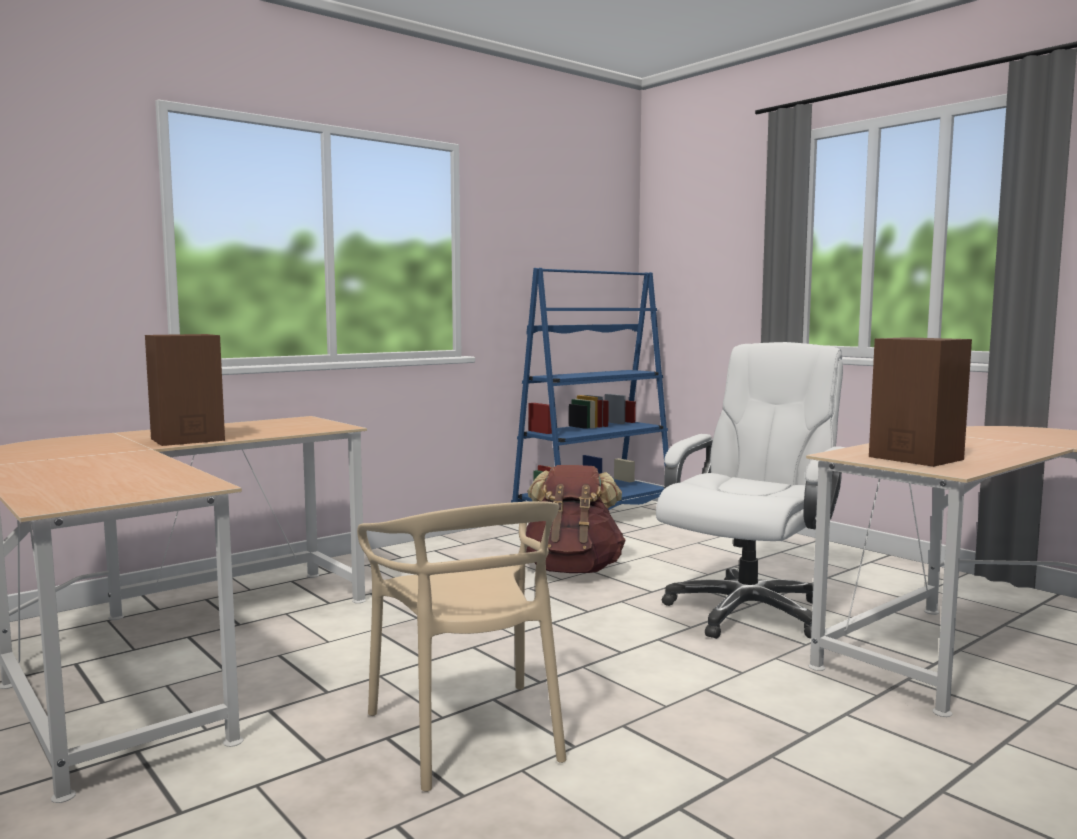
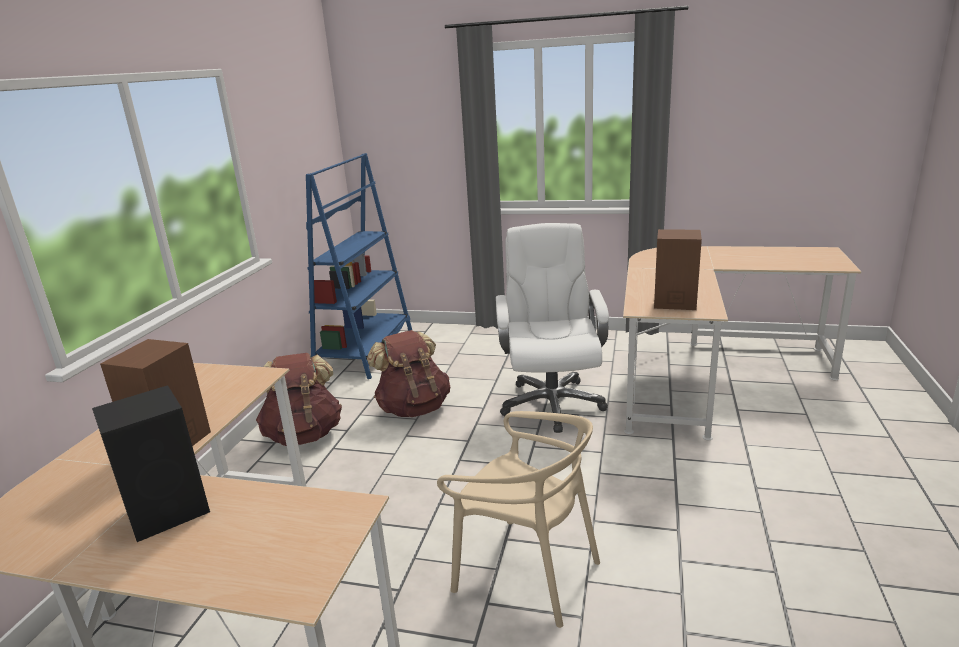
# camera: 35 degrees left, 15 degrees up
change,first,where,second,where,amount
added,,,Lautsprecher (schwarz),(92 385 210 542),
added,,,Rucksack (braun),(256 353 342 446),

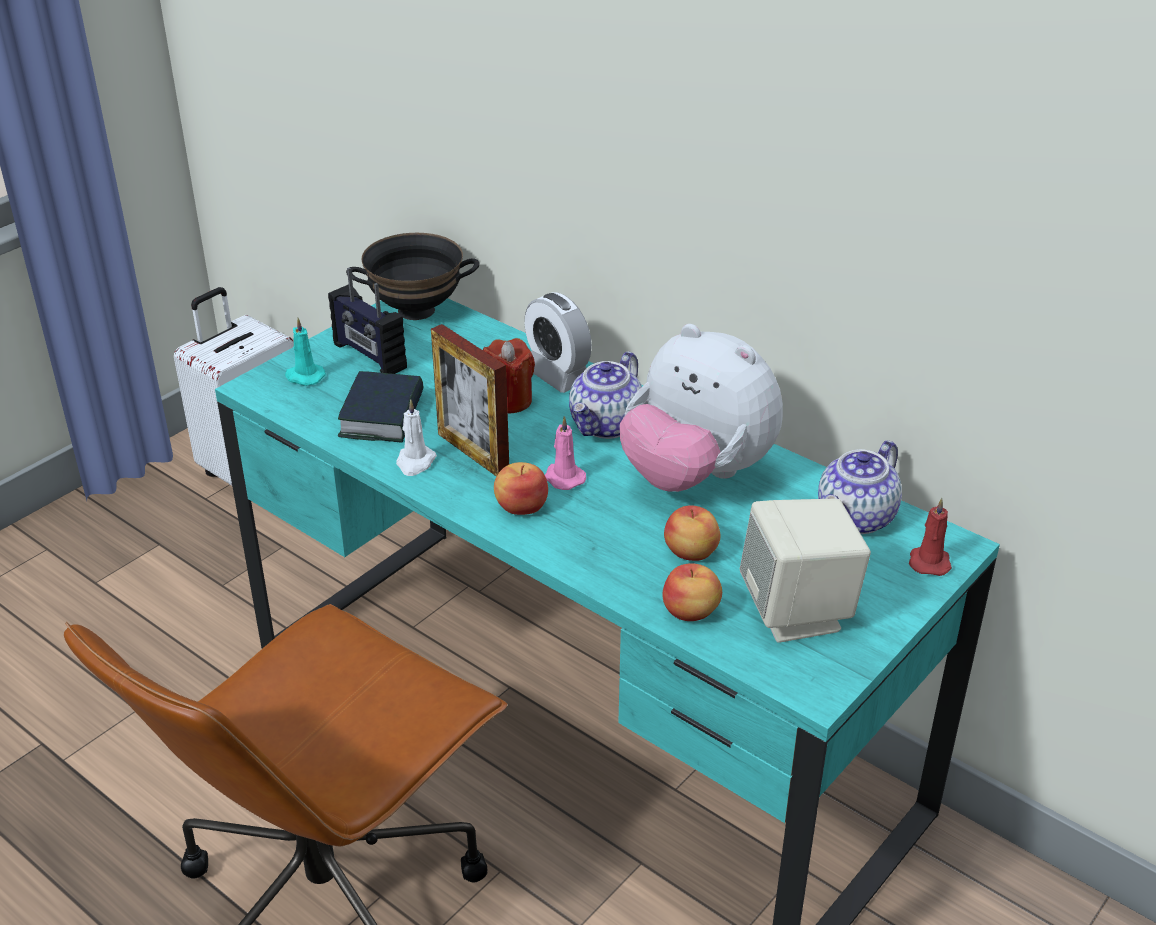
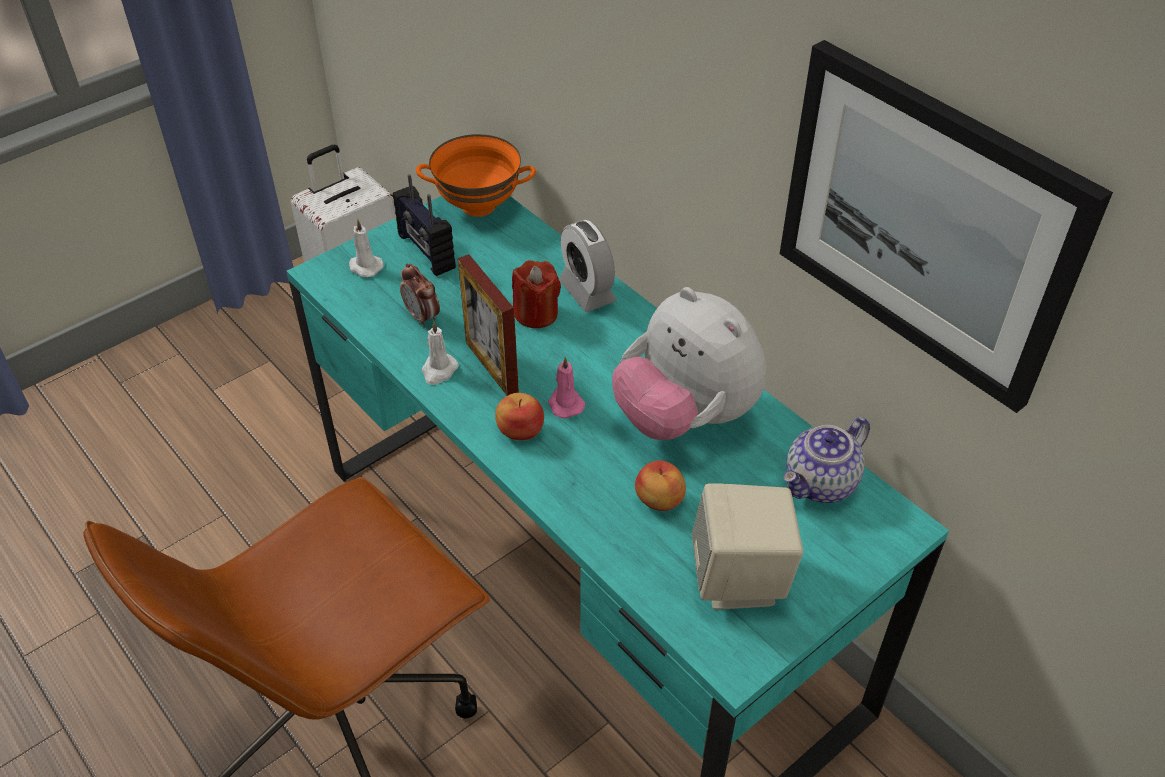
# camera: 10 degrees right, 10 degrees up
change,first,where,second,where,amount
removed,Teekanne,(569 351 642 439),,,
removed,Apfel,(662 563 722 621),,,
removed,Kerze (rot),(909 498 952 576),,,
added,,,Bild,(780 40 1113 413),
replaced,Buch,(338 371 423 443),Wecker,(400 263 440 327),
recoloured,Kerze (türkis),(285 318 326 386),Kerze (weiß),(349 219 384 277),
recoloured,Schüssel (schwarz),(346 233 479 320),Schüssel (orange),(416 134 536 217),

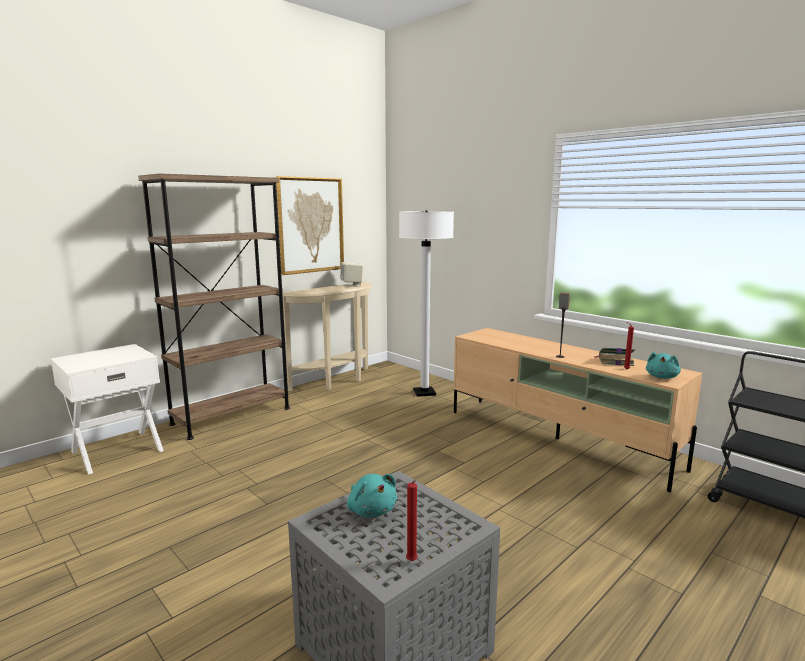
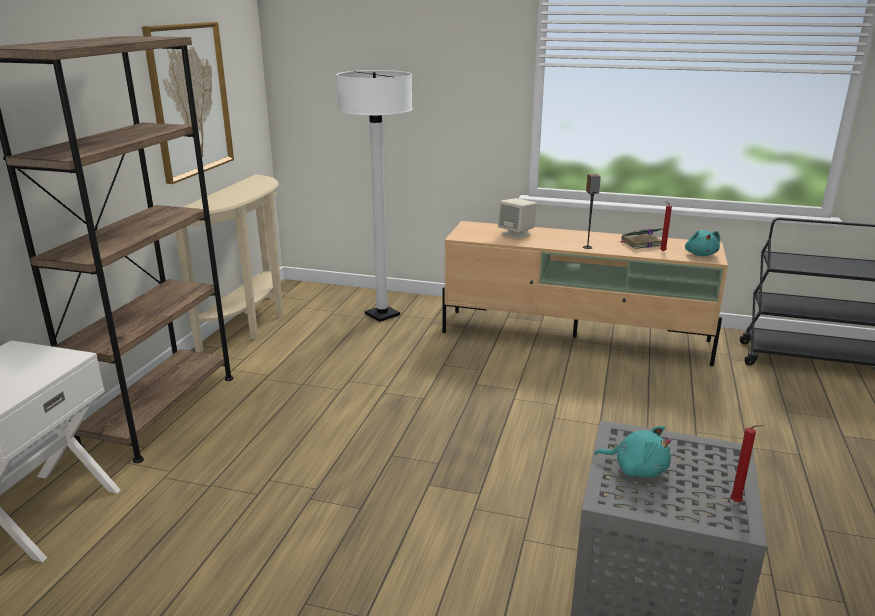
# camera: 30 degrees left, 10 degrees up
change,first,where,second,where,amount
moved,Lautsprecher (beige),(340 262 363 287),,(498 198 537 239),

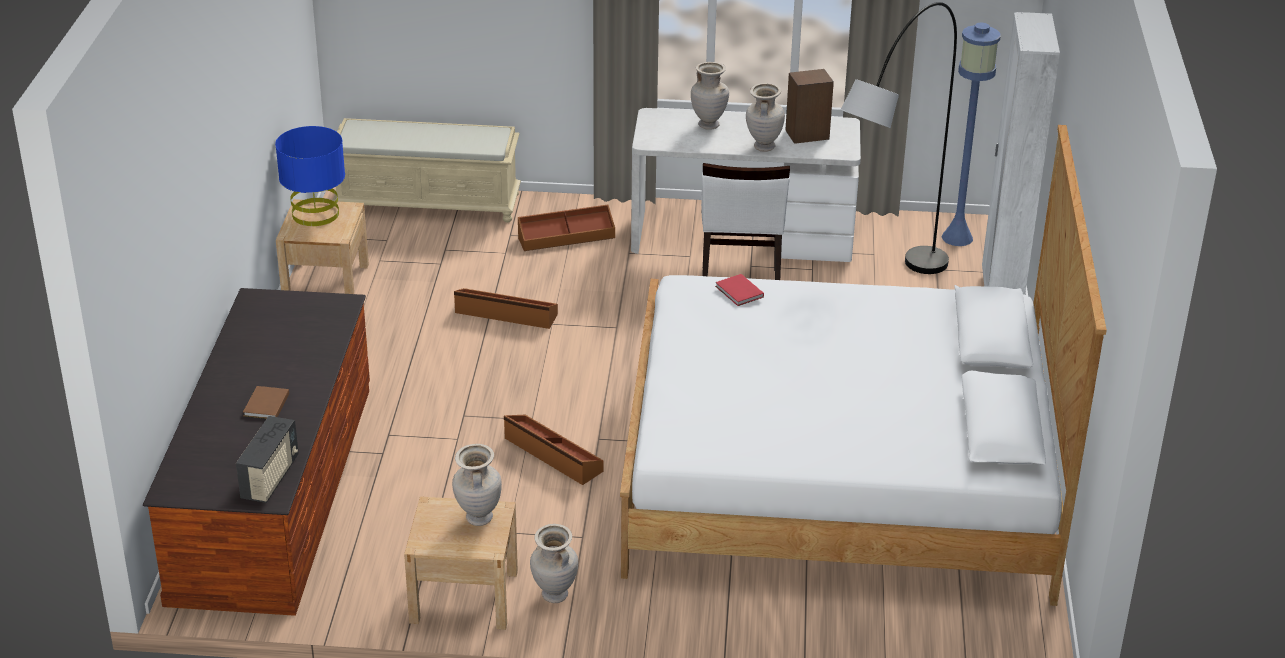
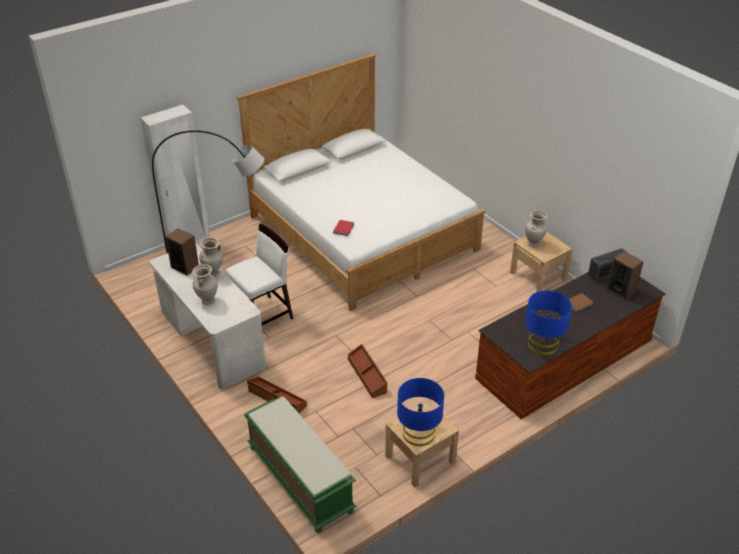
# camera: 130 degrees left, 5 degrees up
change,first,where,second,where,amount
removed,Aufbewahrungsbox (braun),(504 415 603 485),,,
removed,Vase (beige),(530 524 578 603),,,
removed,Stehlampe (blau),(942 23 1001 246),,,
added,,,Tischlampe (blau),(525 291 572 355),
added,,,Lautsprecher,(607 251 644 300),
recoloured,Bank (beige),(332 118 521 222),Bank (grün),(244 396 356 533),

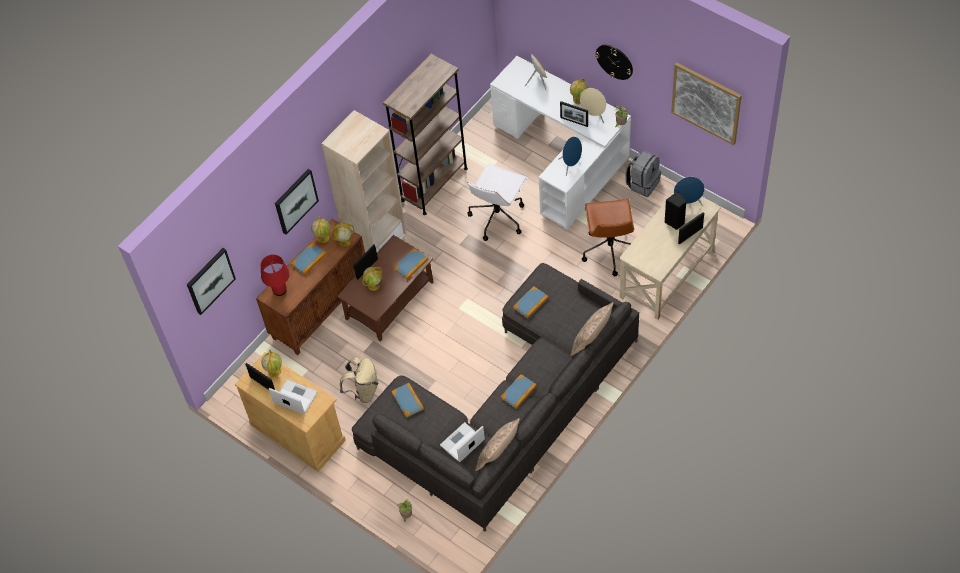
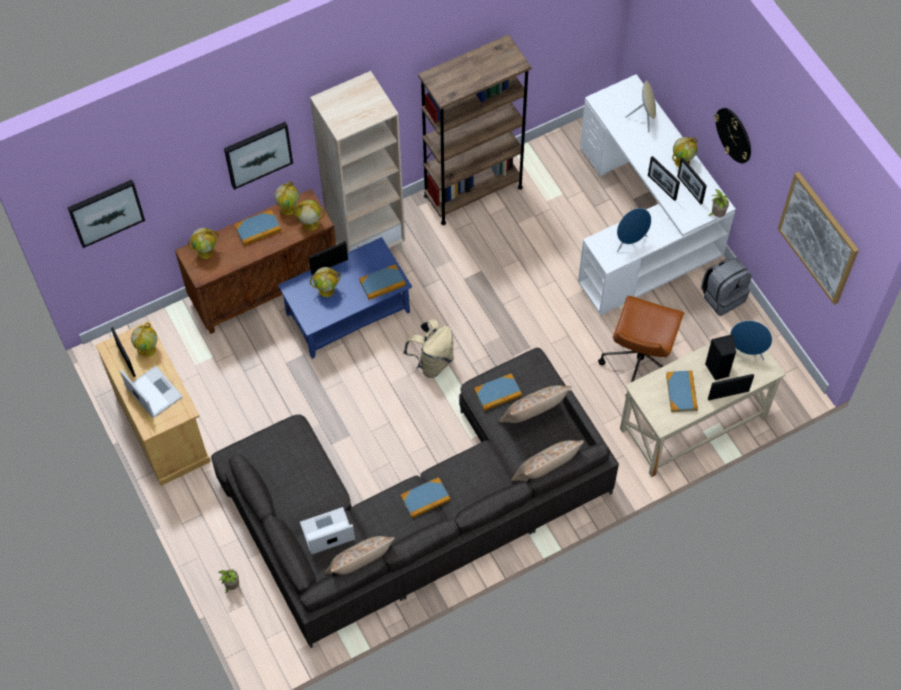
# camera: 20 degrees right, 5 degrees up
change,first,where,second,where,amount
removed,Bürostuhl (weiß),(467 164 527 241),,,
added,,,Kissen (beige),(499 385 572 423),
moved,Rucksack (beige),(340 357 379 403),,(403 319 454 378),
moved,Buch,(392 383 424 418),,(666 370 698 412),
replaced,Tischlampe (rot),(261 254 290 296),Globus,(188 228 218 259),
replaced,Lautsprecher (beige),(580 88 606 123),Bilderrahmen,(677 157 707 204),
recoloured,Couchtisch (braun),(337 235 433 342),Couchtisch (blau),(278 237 412 359),

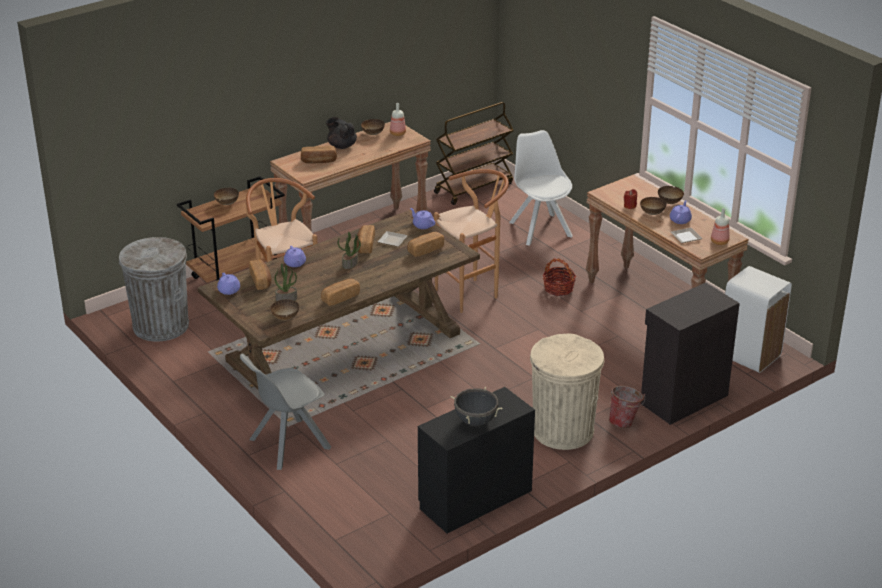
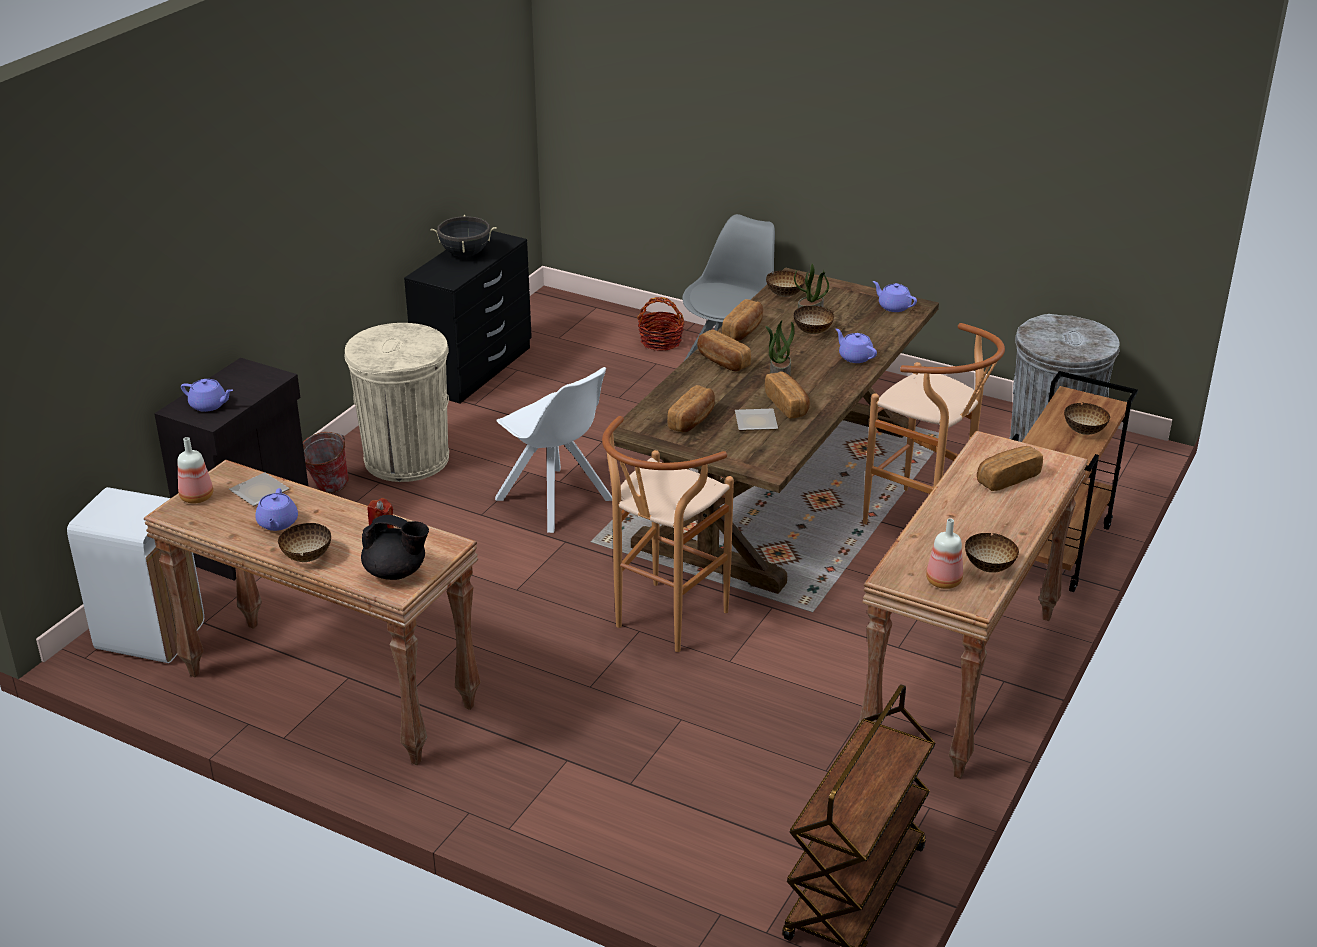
# camera: 155 degrees right, 0 degrees up
change,first,where,second,where,amount
moved,Brot,(249 259 272 290),,(697 330 751 372),
moved,Teekanne (schwarz),(326 117 357 149),,(361 515 429 580),
moved,Teekanne (lila),(410 208 436 229),,(181 379 233 412),
moved,Stuhl (weiß),(509 130 573 245),,(495 367 612 533),
moved,Korb,(542 258 576 296),,(637 297 684 351),
moved,Schüssel,(640 197 667 215),,(794 306 834 334),

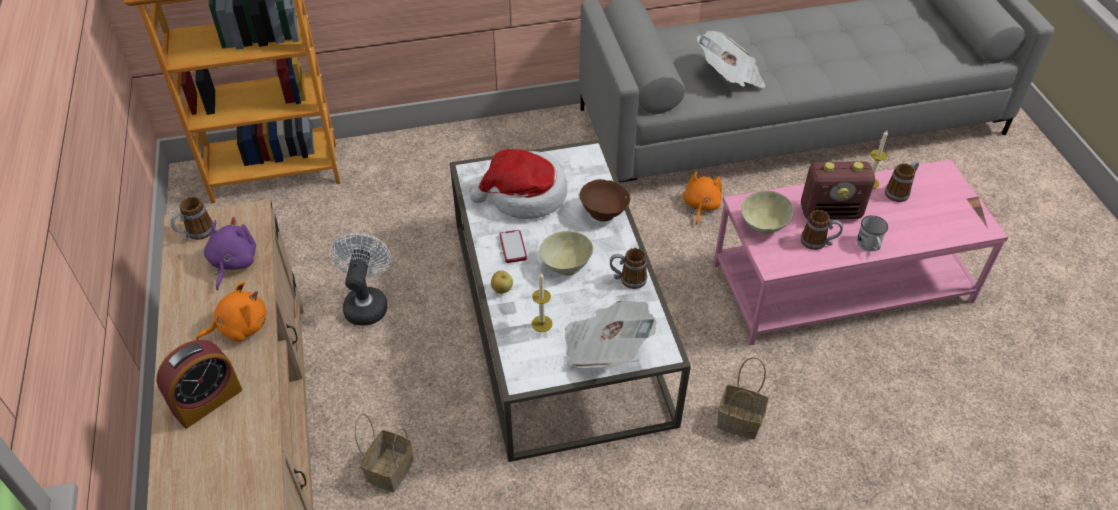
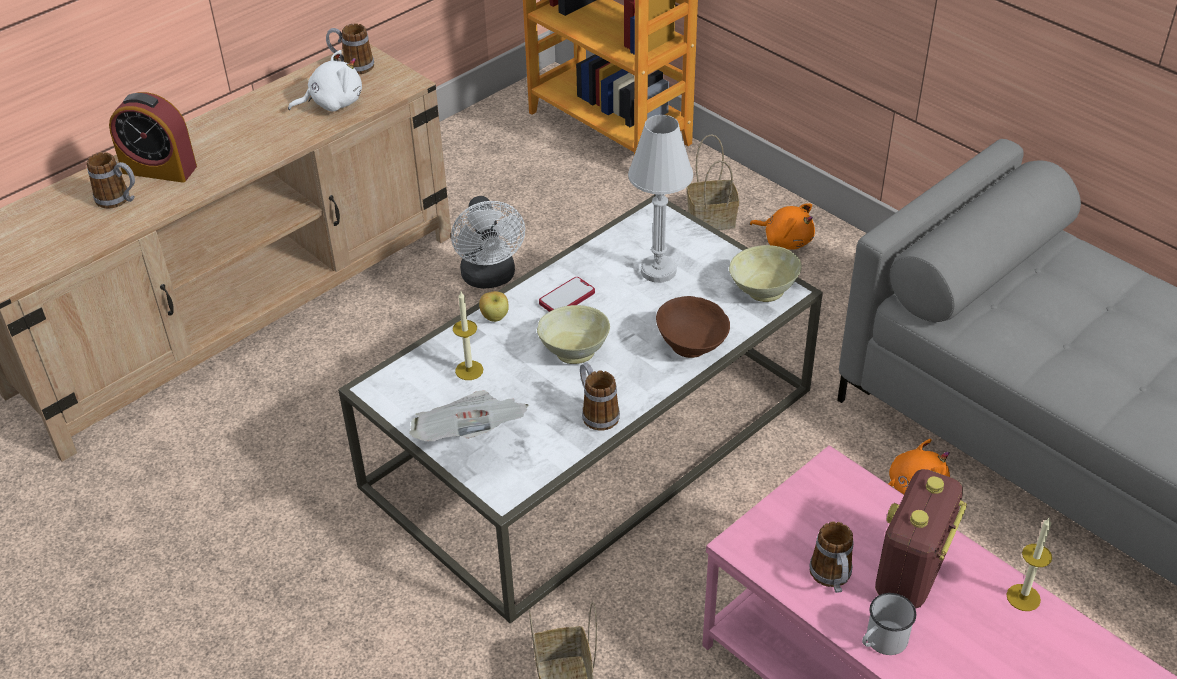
# camera: 60 degrees right, 5 degrees down
change,first,where,second,where,amount
removed,Zeitung,(697 31 766 88),,,
moved,Plüschtier (orange),(196 282 267 342),,(750 204 815 249),
moved,Korb,(355 414 413 492),,(687 134 739 230),
moved,Schüssel (beige),(741 190 793 234),,(729 245 802 302),
moved,Henkelbecher,(885 161 919 202),,(87 152 135 208),
replaced,Hut,(469 149 567 219),Tischlampe (weiß),(628 115 693 283),
recoloured,Plüschtier (lila),(204 217 256 291),Plüschtier (weiß),(288 50 362 112),
turned,Ventilator (weiß),(331 233 391 326),,(451 196 525 289),105 degrees clockwise
turned,Radio,(801 161 875 219),,(875 469 967 609),60 degrees clockwise

